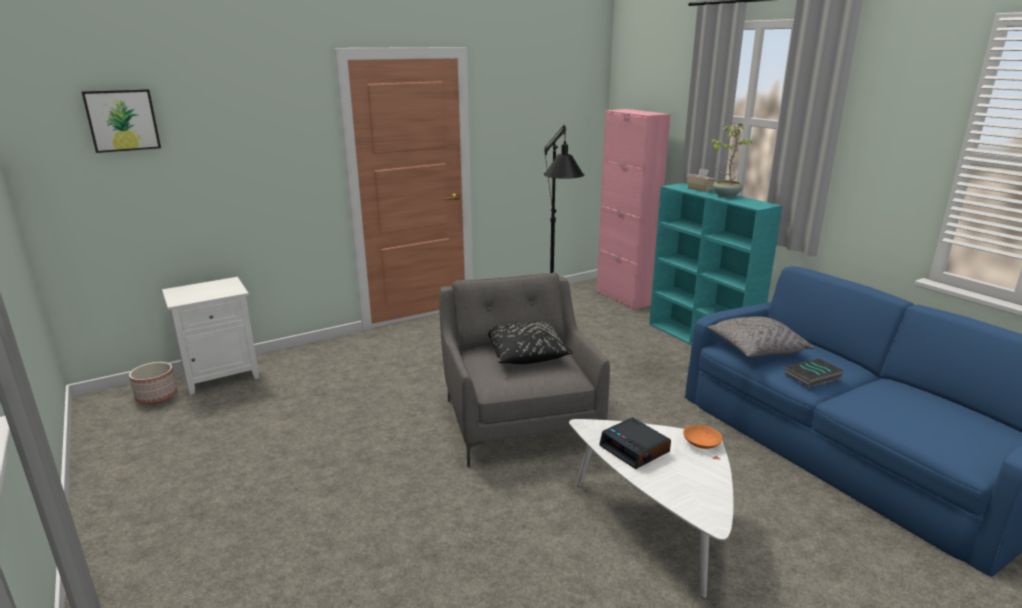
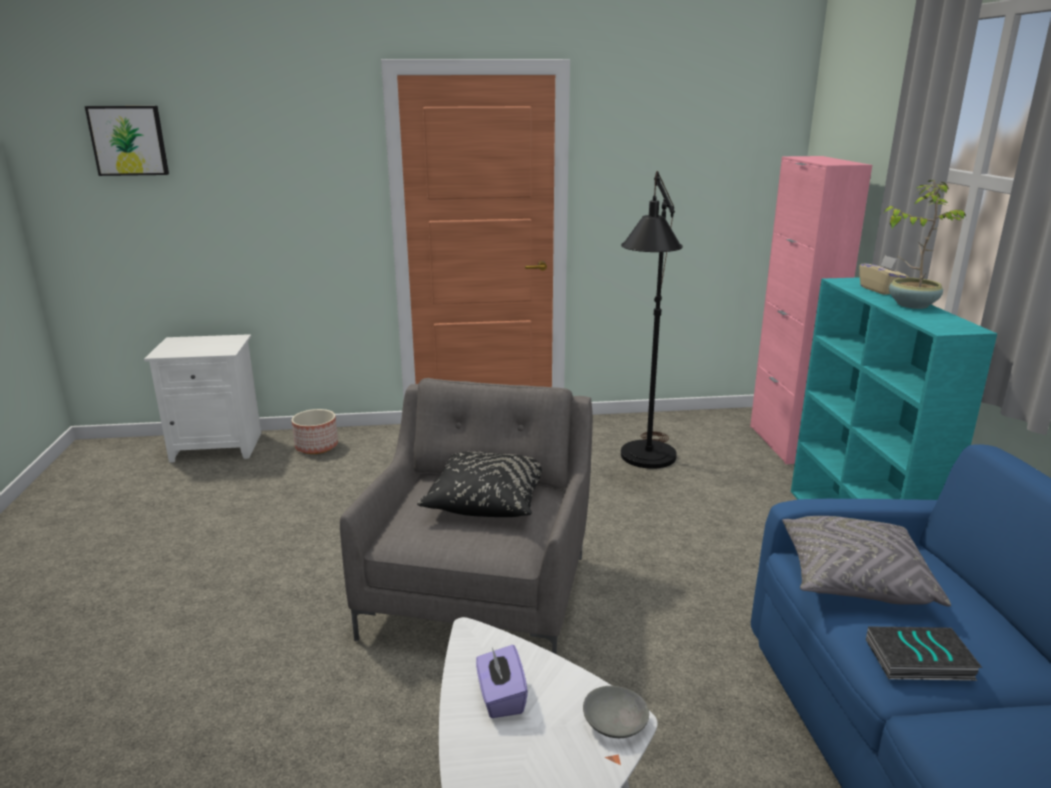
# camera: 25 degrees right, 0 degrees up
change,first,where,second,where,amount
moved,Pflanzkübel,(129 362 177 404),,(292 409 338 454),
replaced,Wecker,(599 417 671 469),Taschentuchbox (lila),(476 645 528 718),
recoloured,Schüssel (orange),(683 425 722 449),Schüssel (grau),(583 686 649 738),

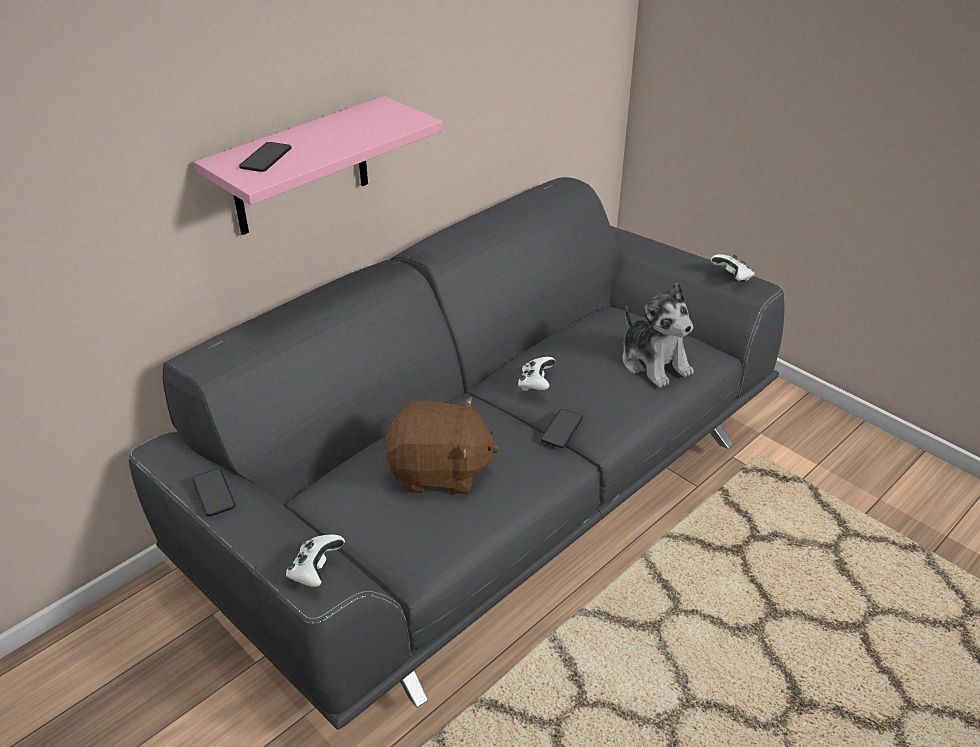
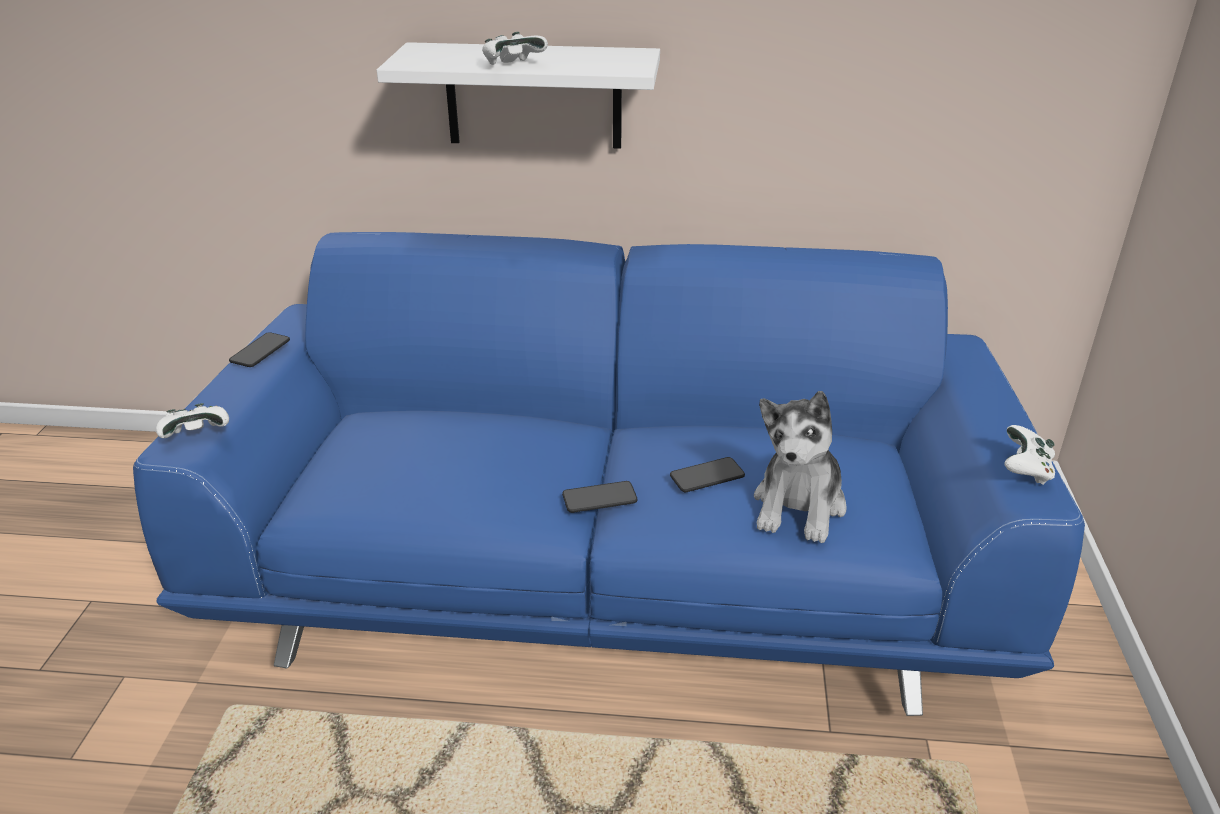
# camera: 50 degrees right, 5 degrees down
change,first,where,second,where,amount
removed,Plüschtier (braun),(385 397 500 494),,,
moved,Handy,(239 142 292 172),,(670 457 745 492),
moved,Gamepad (weiß),(518 357 555 391),,(482 32 548 65),
recoloured,Sofa (grau),(129 177 784 730),Sofa (blau),(133 232 1085 716),
recoloured,Wandregal (rosa),(194 96 443 235),Wandregal (weiß),(377 42 660 149),

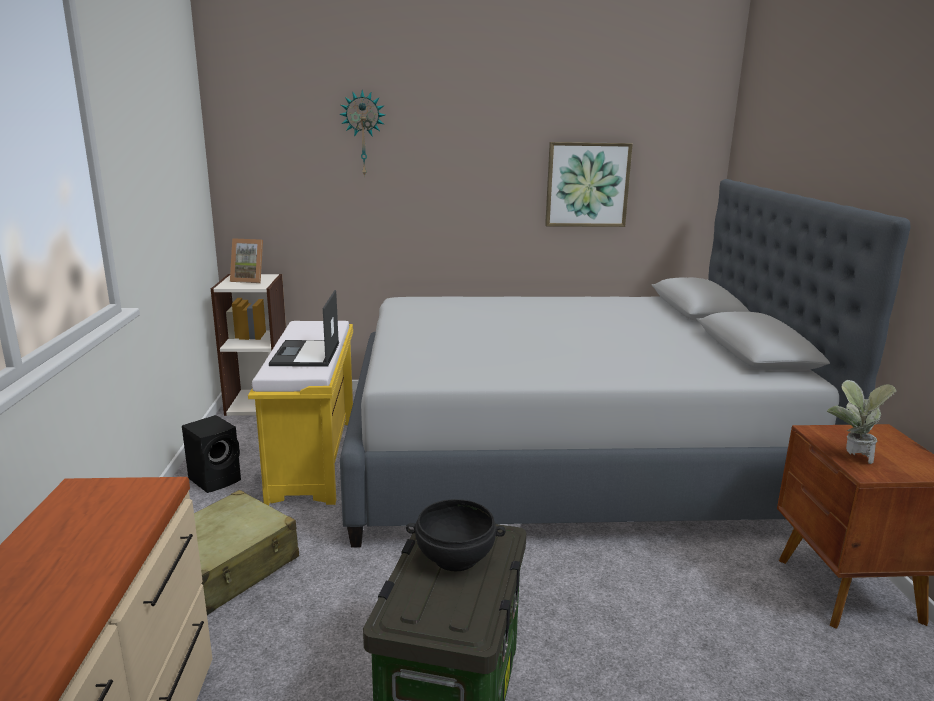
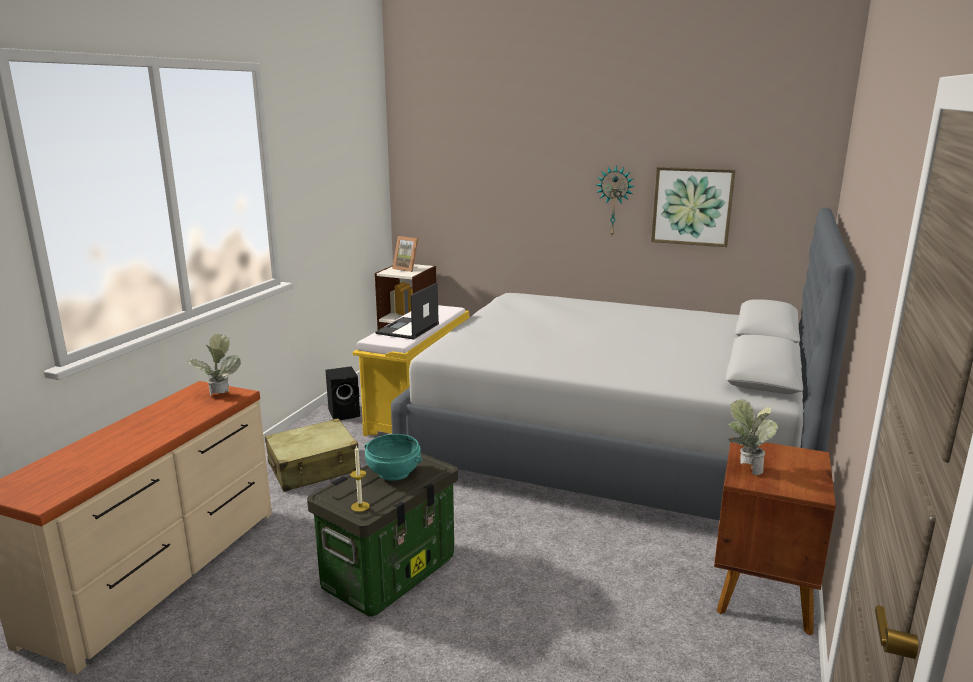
# camera: 25 degrees right, 0 degrees up
change,first,where,second,where,amount
added,,,Topfpflanze,(188 334 241 396),
added,,,Kerze,(350 445 369 512),
moved,Wanduhr,(339 90 385 177),,(596 165 635 235),
recoloured,Schüssel (schwarz),(406 499 506 571),Schüssel (türkis),(364 434 422 481),

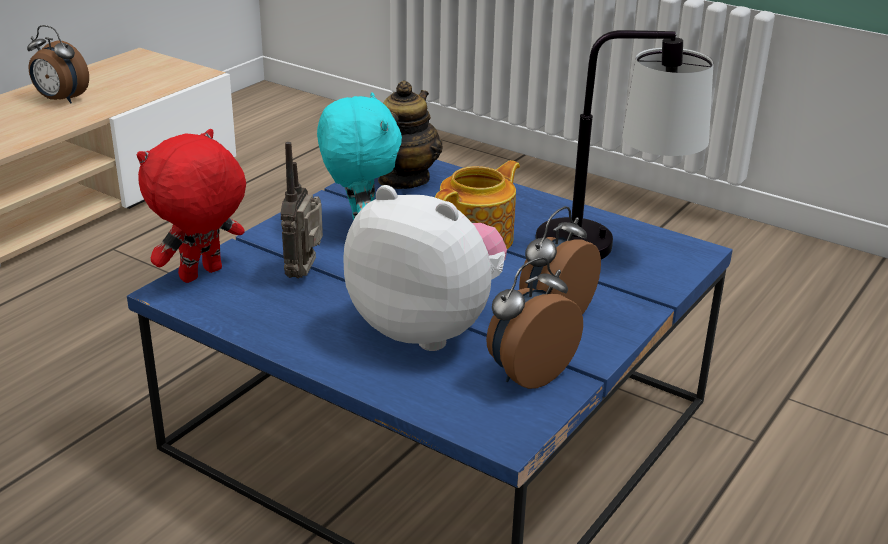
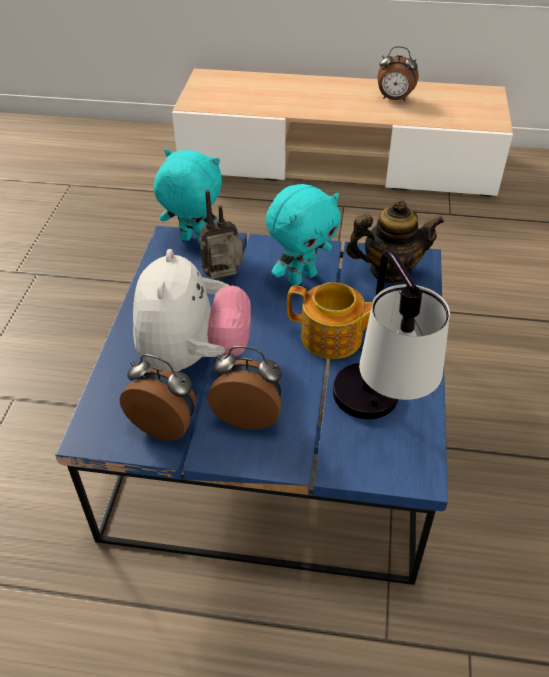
# camera: 65 degrees right, 15 degrees up
change,first,where,second,where,amount
recoloured,Plüschtier (rot),(137 129 246 283),Plüschtier (türkis),(154 149 222 244),
turned,Wecker,(27 25 89 104),,(378 46 418 101),75 degrees counterclockwise

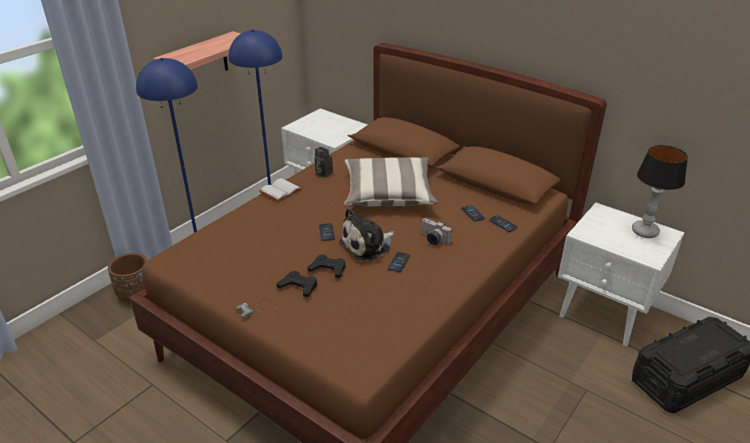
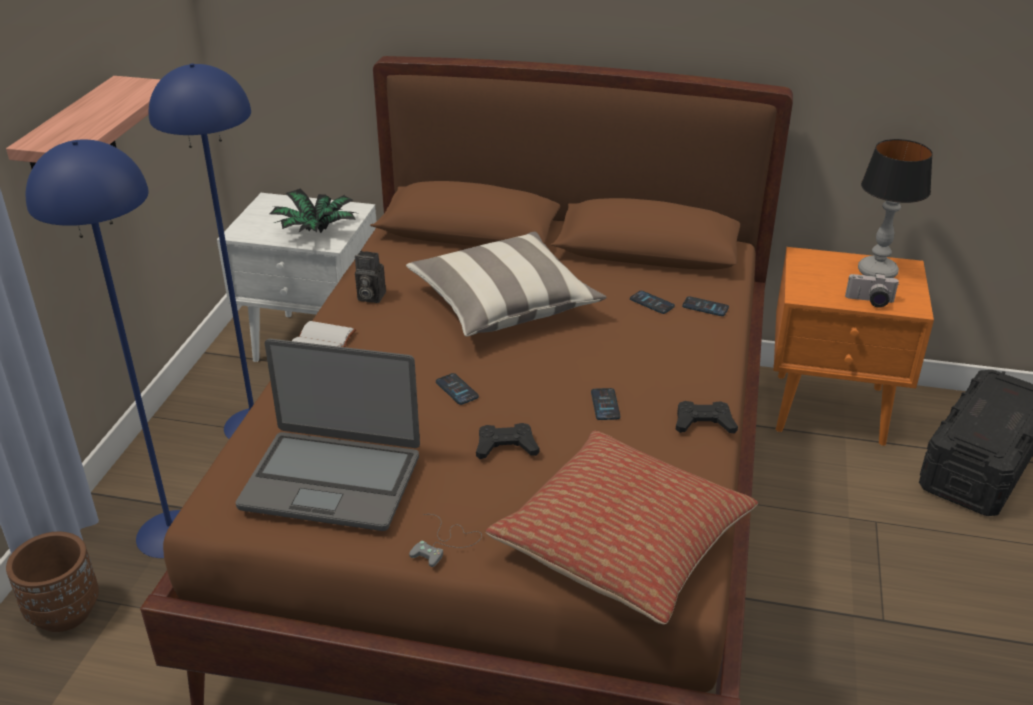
# camera: 25 degrees left, 0 degrees up
change,first,where,second,where,amount
removed,Plüschtier,(339 208 394 261),,,
added,,,Laptop,(236 339 420 531),
added,,,Topfpflanze,(270 188 356 233),
added,,,Kissen,(486 431 758 624),
moved,Gamepad (schwarz),(277 271 317 297),,(676 401 738 434),
moved,Kamera,(422 218 452 245),,(845 273 900 308),
recoloured,Nachttisch (weiß),(558 202 685 346),Nachttisch (orange),(773 247 934 446),

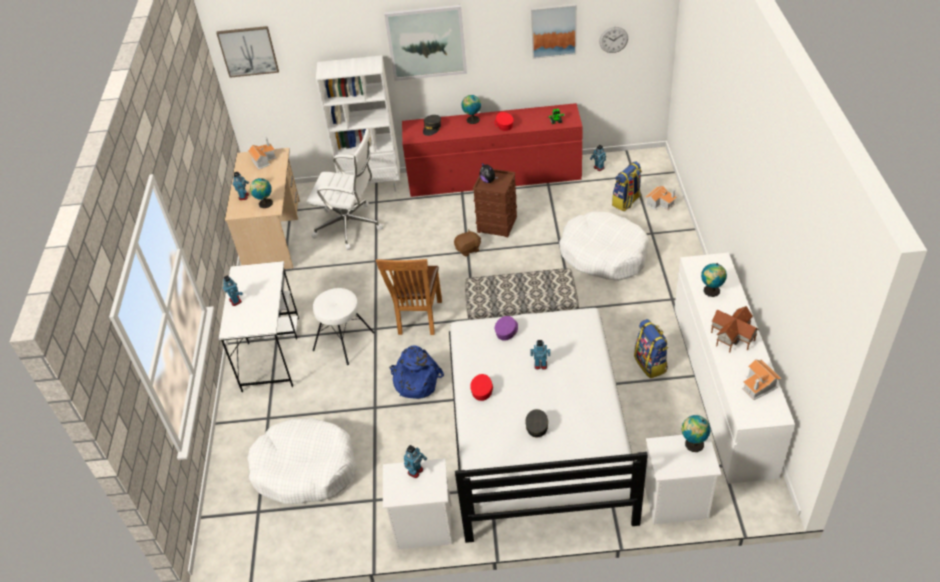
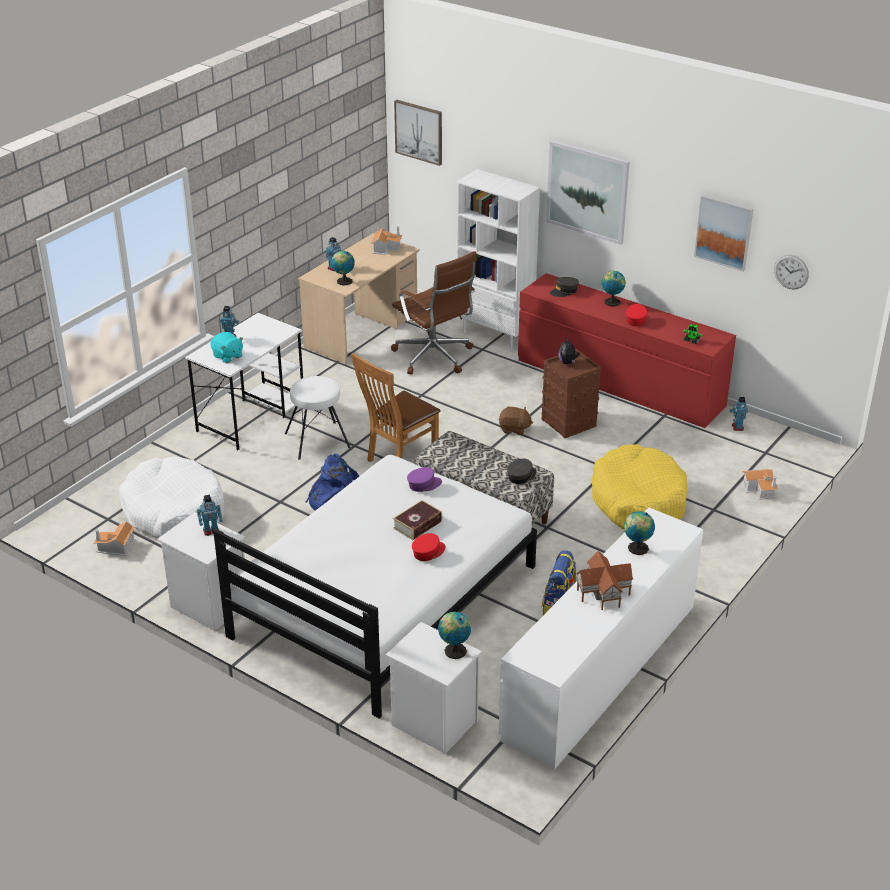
# camera: 35 degrees right, 10 degrees down
change,first,where,second,where,amount
removed,Rucksack,(612 161 642 211),,,
added,,,Plüschtier (türkis),(210 332 243 363),
moved,Kappe (rot),(470 374 493 401),,(412 533 446 561),
moved,Kappe (grau),(525 409 548 437),,(507 458 536 484),
moved,Spielzeughaus,(742 359 782 400),,(93 521 135 556),
replaced,Spielzeugroboter,(530 340 550 369),Buch,(393 500 442 540),
recoloured,Bürostuhl (weiß),(306 129 383 250),Bürostuhl (braun),(391 251 477 374),
recoloured,Hundebett (weiß),(559 211 649 281),Hundebett (gelb),(592 444 687 529),

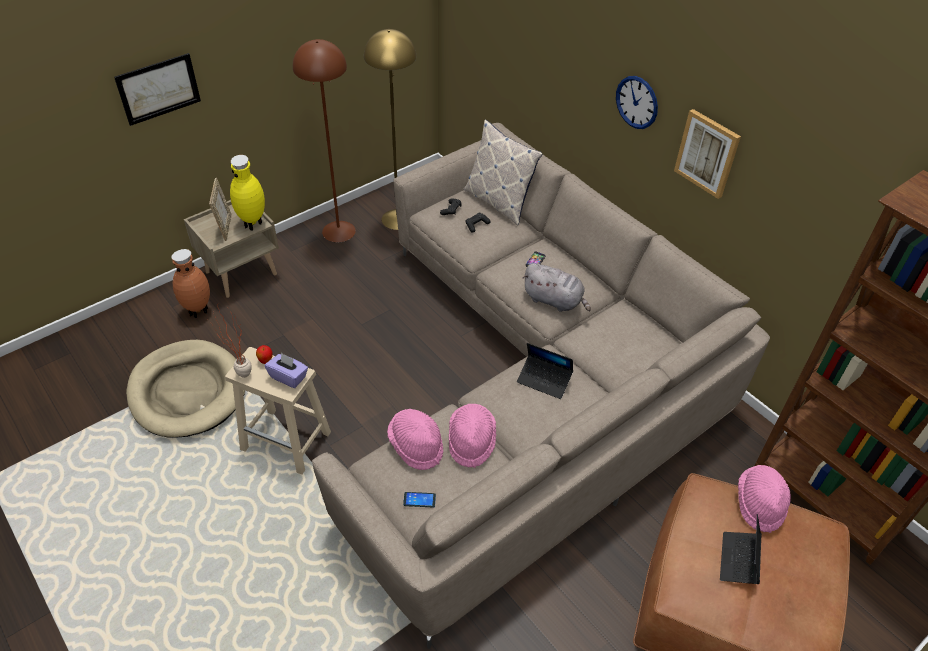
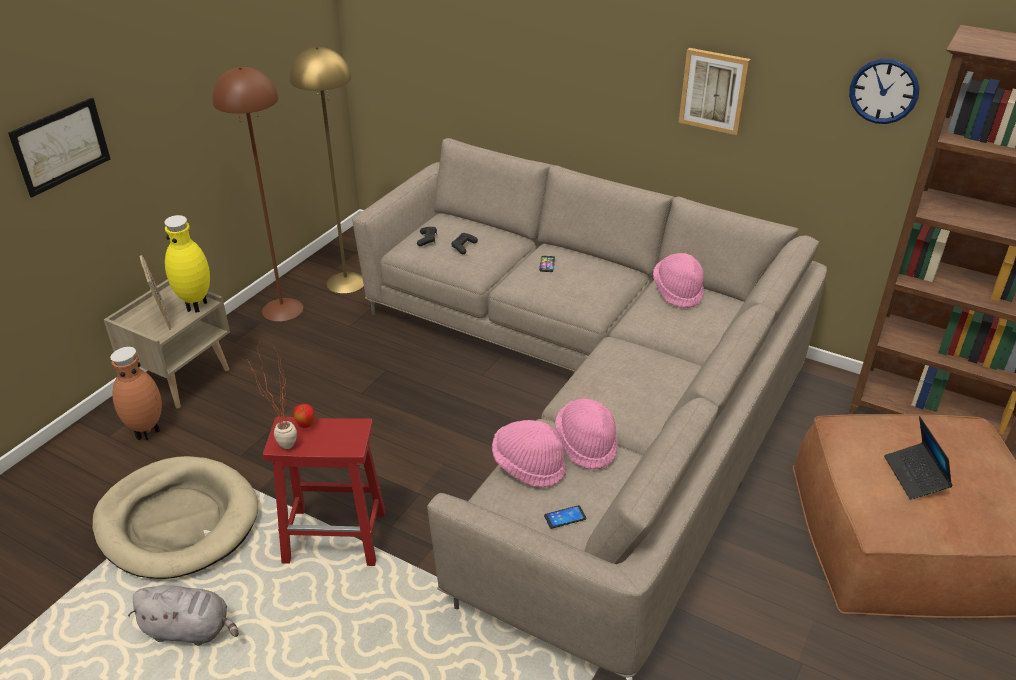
# camera: 20 degrees left, 10 degrees down
change,first,where,second,where,amount
removed,Taschentuchbox (lila),(265 353 308 388),,,
removed,Kissen,(463 119 543 226),,,
removed,Laptop,(517 343 573 399),,,
moved,Plüschtier (grau),(523 263 591 312),,(128 586 239 646),
moved,Wanduhr,(616 76 658 129),,(849 59 919 124),
moved,Hut (rosa),(738 465 791 533),,(653 253 704 308),
recoloured,Hocker (beige),(225 347 331 475),Hocker (rot),(263 416 386 566),

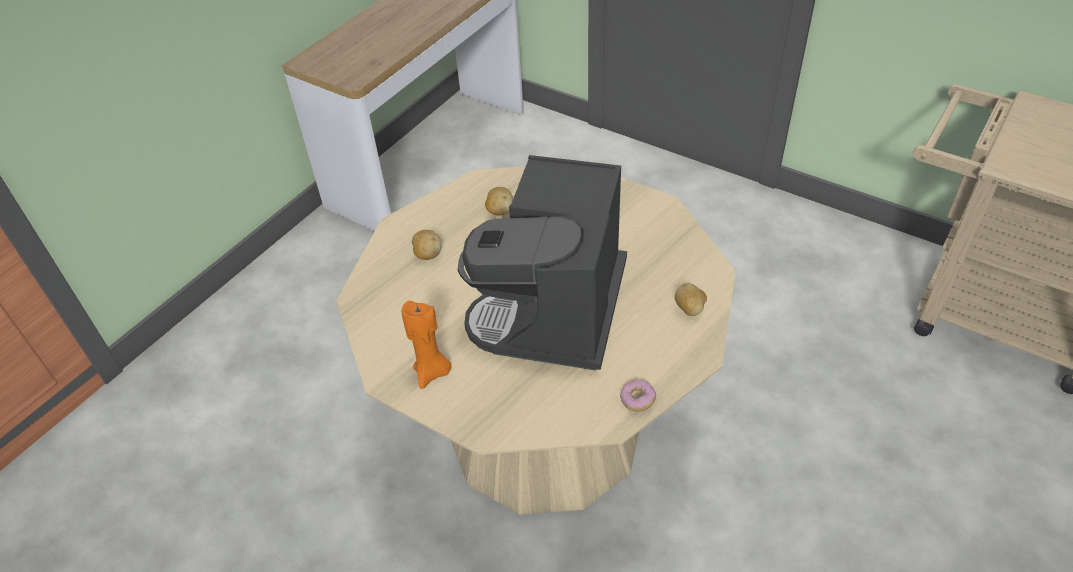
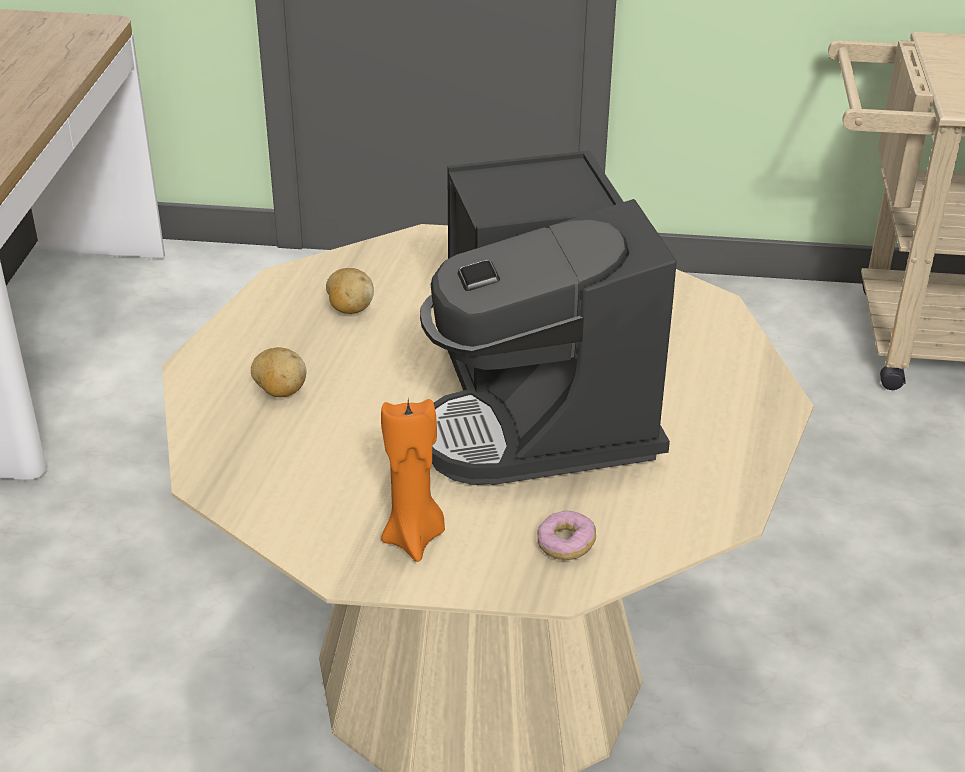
# camera: 30 degrees left, 10 degrees down
change,first,where,second,where,amount
removed,Kartoffel,(675 283 707 316),,,
moved,Donut,(620 380 656 412),,(537 511 596 560),

